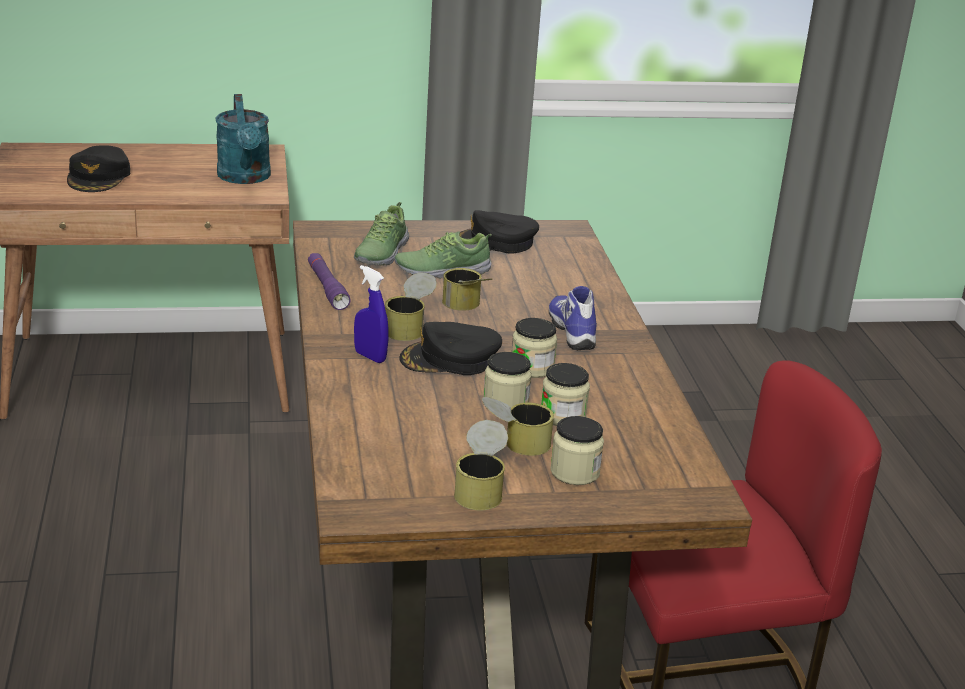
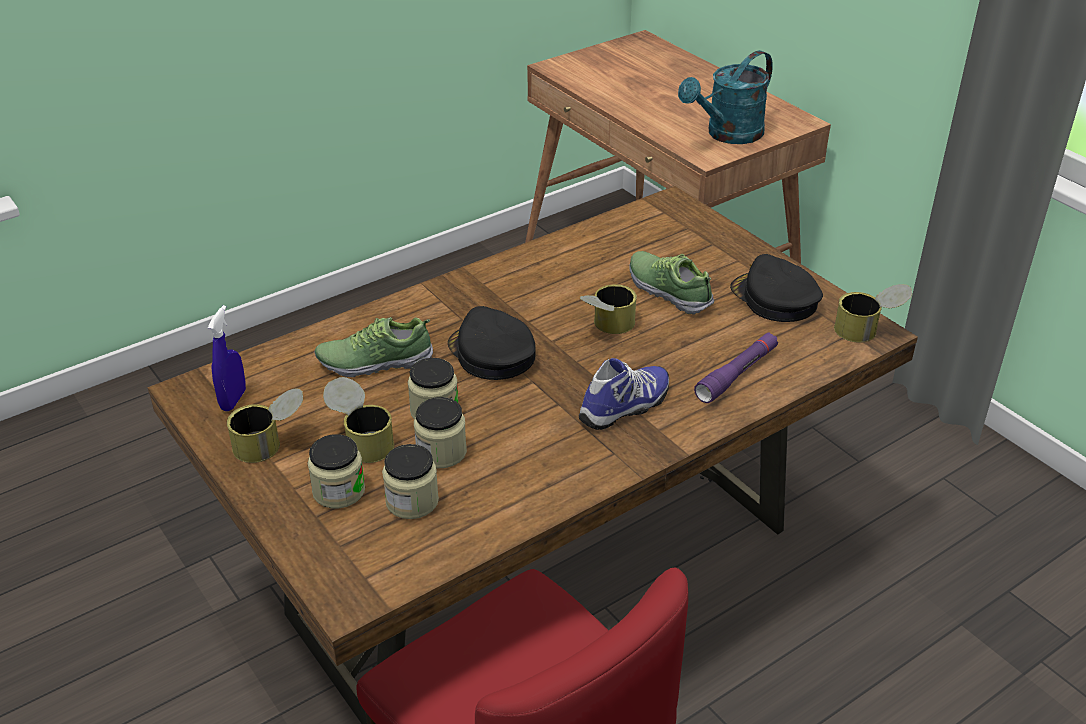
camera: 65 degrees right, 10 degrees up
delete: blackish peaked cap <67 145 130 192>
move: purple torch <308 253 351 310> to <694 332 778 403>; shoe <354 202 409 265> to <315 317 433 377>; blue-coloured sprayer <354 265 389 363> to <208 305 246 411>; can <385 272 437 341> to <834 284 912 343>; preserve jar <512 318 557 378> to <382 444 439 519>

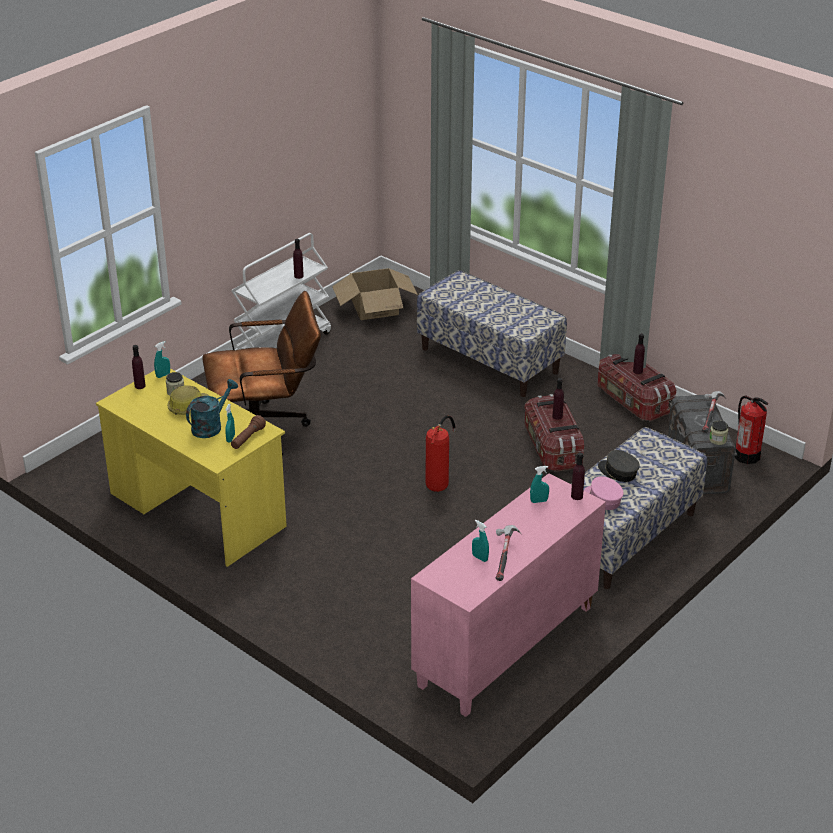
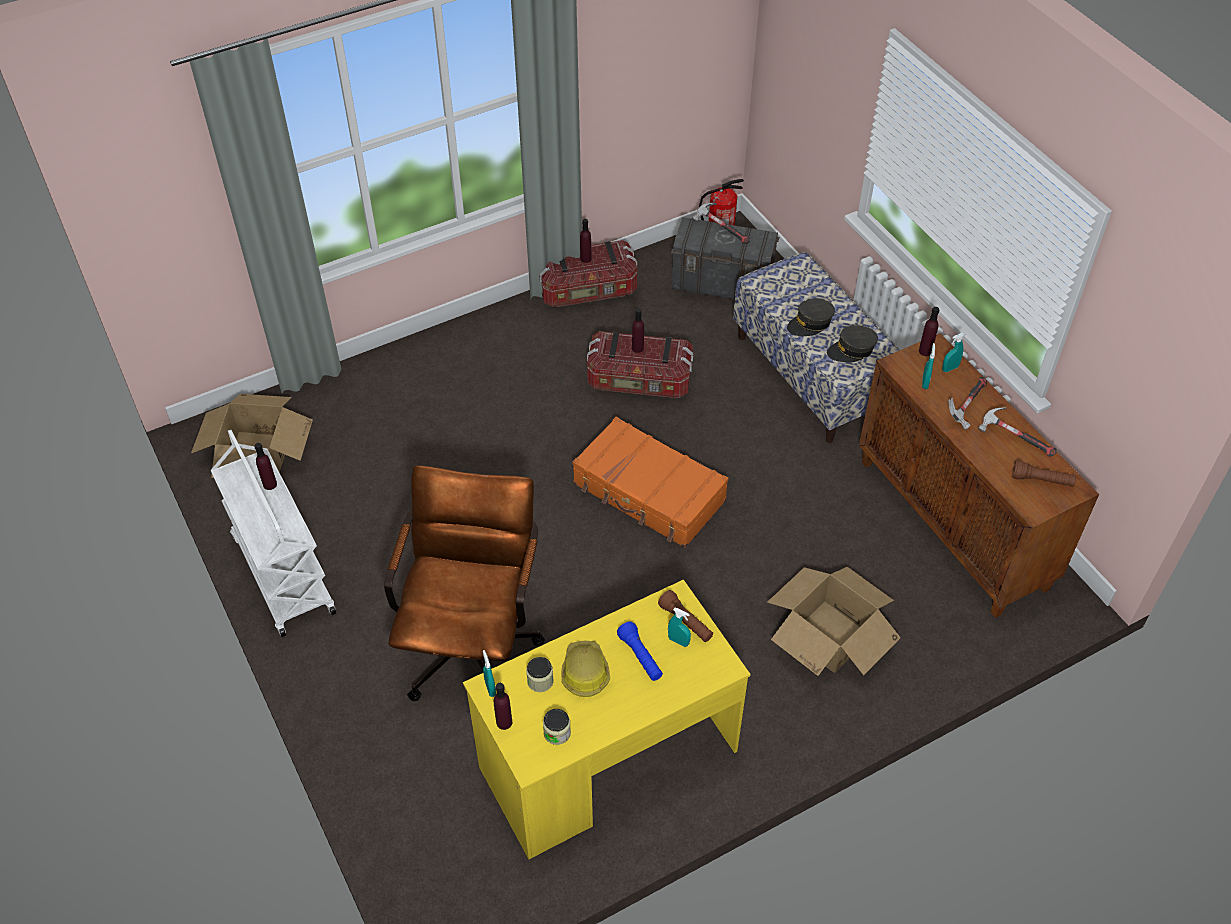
camera: 70 degrees left, 15 degrees up
delete: bench <417 270 567 397>
insert: cardboard box <767 567 901 676>; hammer <948 377 987 430>; brown-coloured torch <1012 460 1076 487>
move: blue-green sprayer <472 520 489 562> to <942 333 965 372>; preserve jar <709 421 729 445> to <543 709 571 745>
replace: blue-green watering can <186 379 238 438> to blue-coloured torch <617 622 663 681>; fire-fighting cylinder <426 415 456 492> to orange travel case <572 417 728 548>
recolor: pink cabinet <411 473 606 717> to brown-coloured cabinet <859 333 1099 618>; pink peaked cap <584 476 624 510> to gray peaked cap <827 326 878 362>

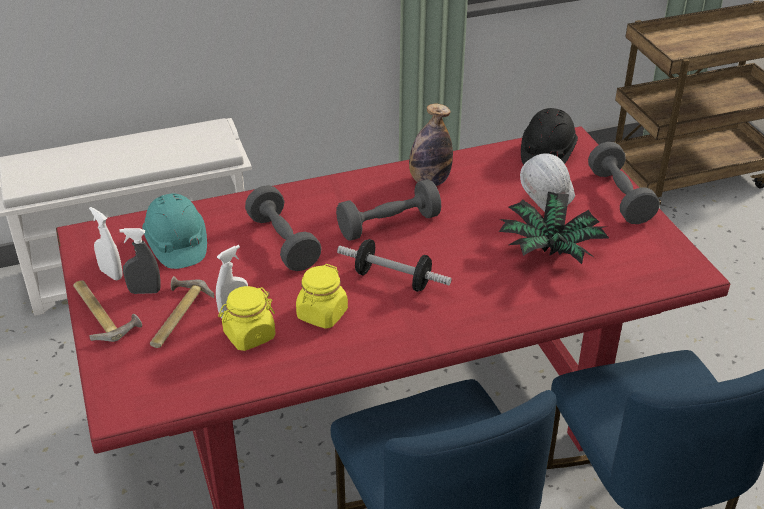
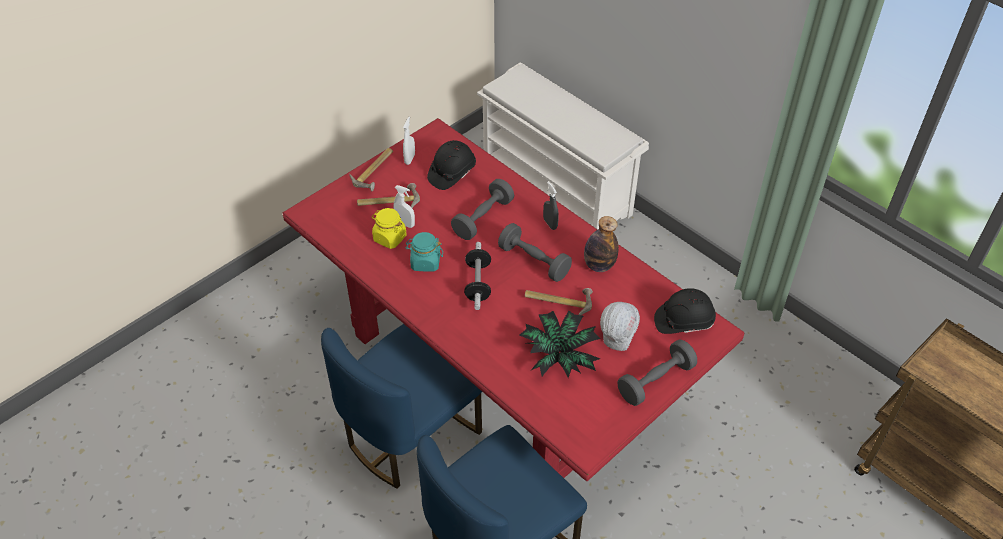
camera: 65 degrees right, 10 degrees up
insert: hammer <525 288 593 315>
move: gray sprayer <119 228 161 294> to <543 181 559 230>
recolor: blue-green safety helmet <142 194 207 269> to blackish safety helmet <427 140 476 190>; yellow-coloured preserve jar <296 264 348 329> to blue-green preserve jar <406 232 443 272>

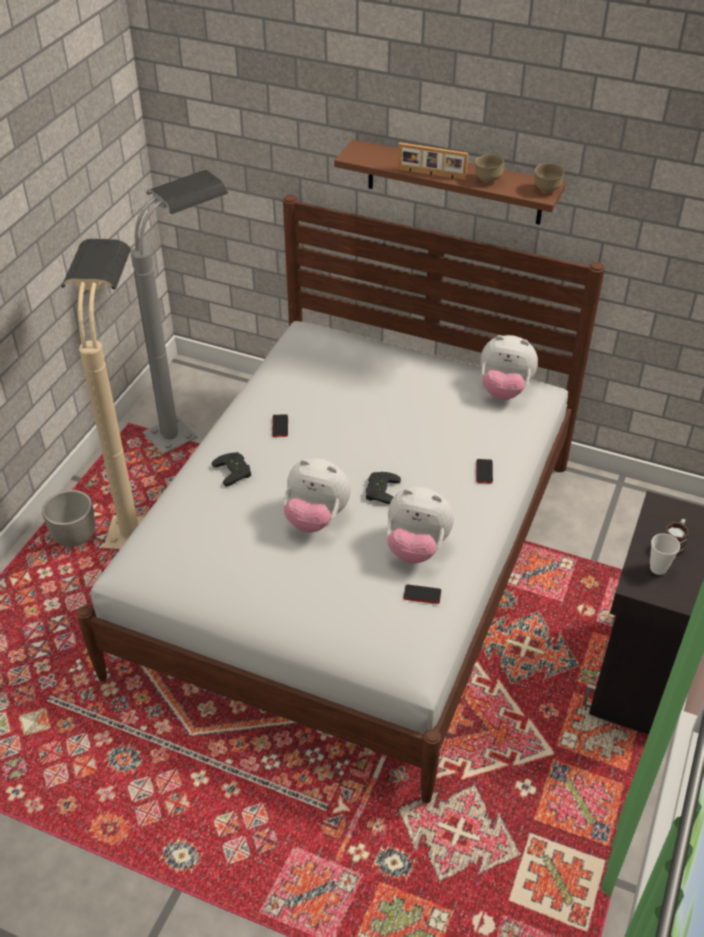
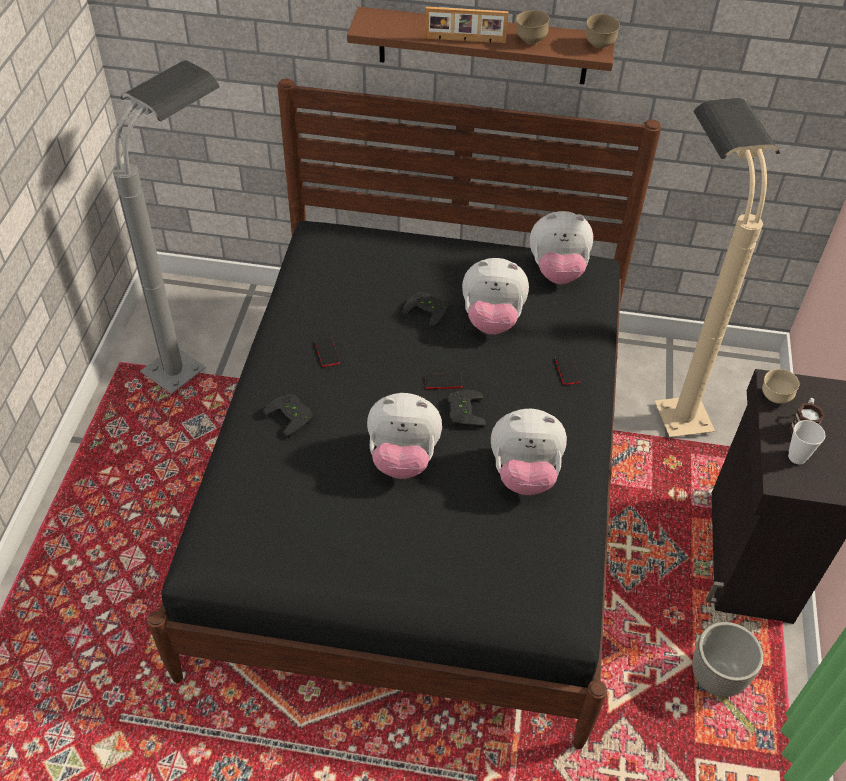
camera: 15 degrees left, 5 degrees up
insert: blackish game controller <402 292 448 328>; cuddly toy <462 258 529 335>; beige bowl <762 369 799 404>
move: flower pot <42 490 95 547> to <692 622 764 697>; beige standard lamp <62 238 144 549> to <654 98 780 438>; telephone <403 585 441 604> to <425 373 463 389>
recolor: whitish bedroom bed <77 195 605 803> to blackish bedroom bed <147 79 661 749>

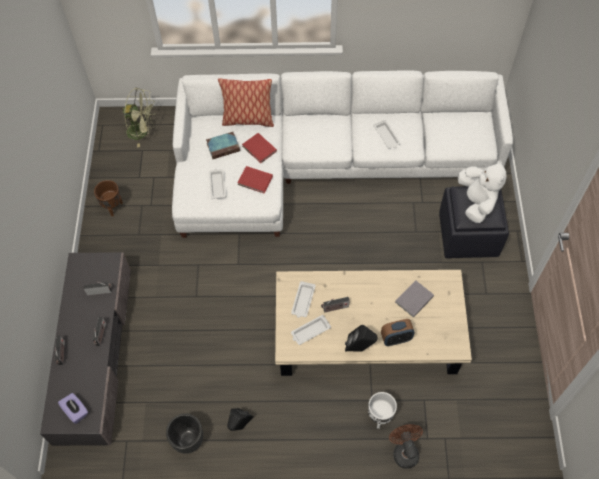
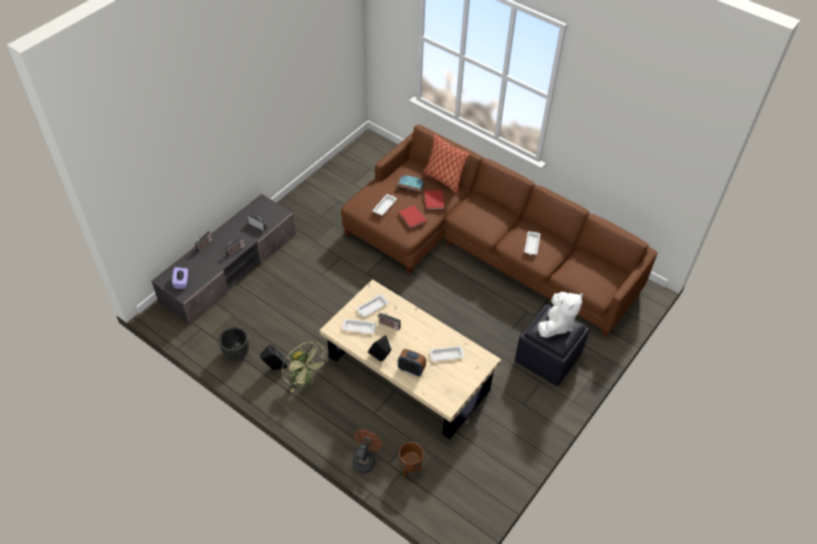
camera: 35 degrees right, 10 degrees down
delete: whitish flower pot <368 392 397 429>
move: brown-coloured flower pot <94 180 123 216> to <399 442 424 478>; green electric fan <122 88 156 148> to <282 341 327 392>
replace: gray volume <395 280 434 318> to whitish tray <430 346 464 361>
recolor: whitish settee <172 70 513 238> to brown-coloured settee <341 125 658 337>

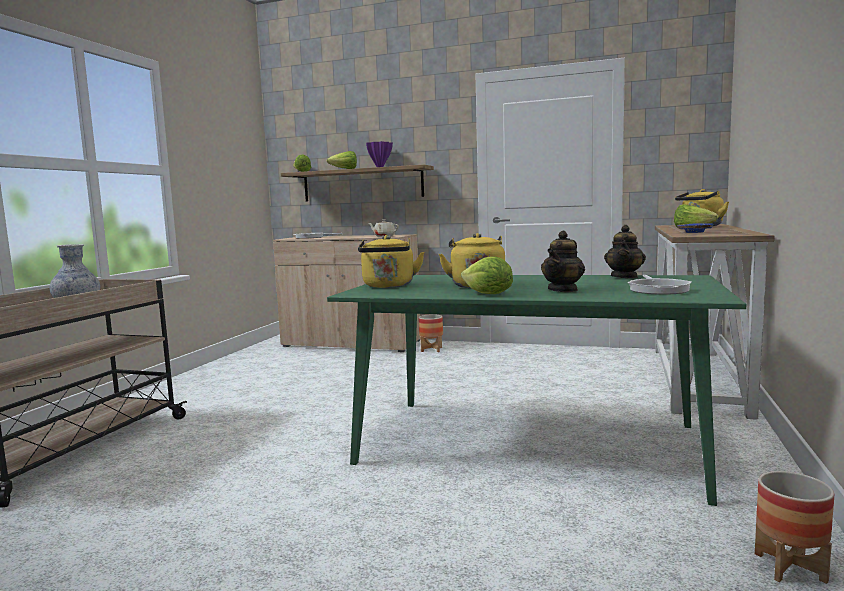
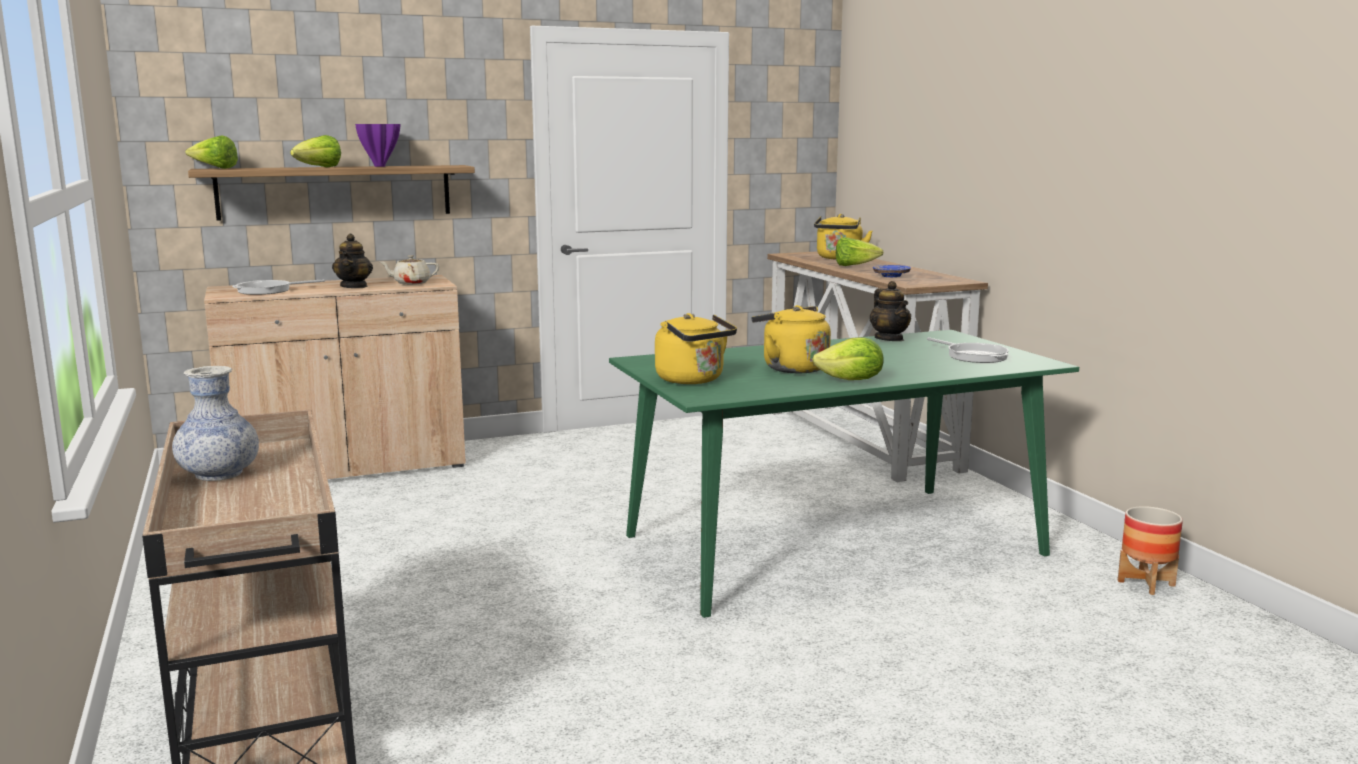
camera: 40 degrees left, 5 degrees up
delete: flower pot <418 314 443 352>
move: pot for tea <541 231 585 292> to <332 234 373 288>

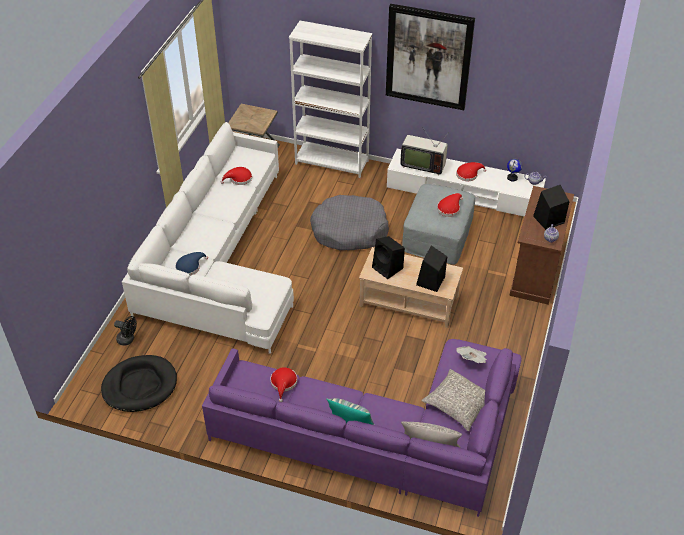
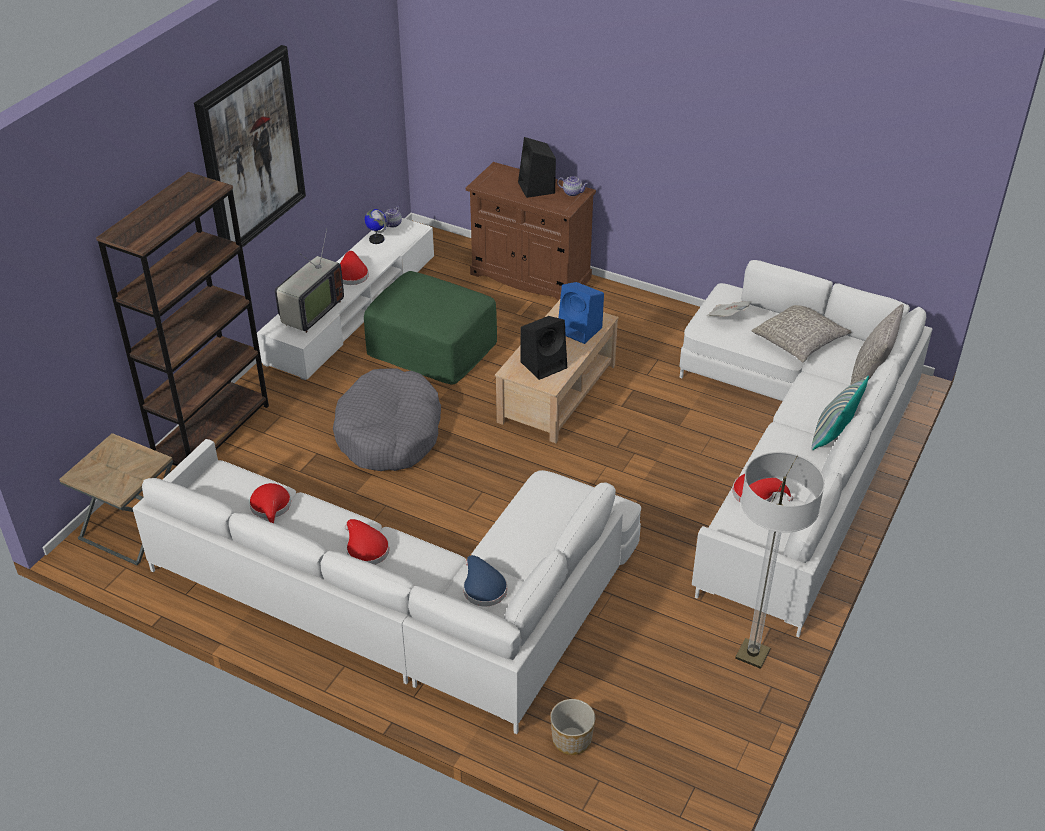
camera: 80 degrees left, 5 degrees down
delete: blackish pet bed <101 355 177 412>
insert: standard lamp <735 452 825 669>
move: red hat <437 193 463 217> to <345 519 389 565>
replace: blackish electric fan <114 316 137 345> to flower pot <550 699 595 755>
recolor: purple settee <202 339 521 517> to whitish settee <680 260 933 637>; whitish shelving unit <289 21 372 178> to brown-coloured shelving unit <96 172 269 466>; gray pouffe <402 184 475 265> to green pouffe <364 271 497 385>; blackish audio speaker <416 245 447 292> to blue-coloured audio speaker <559 282 604 344>

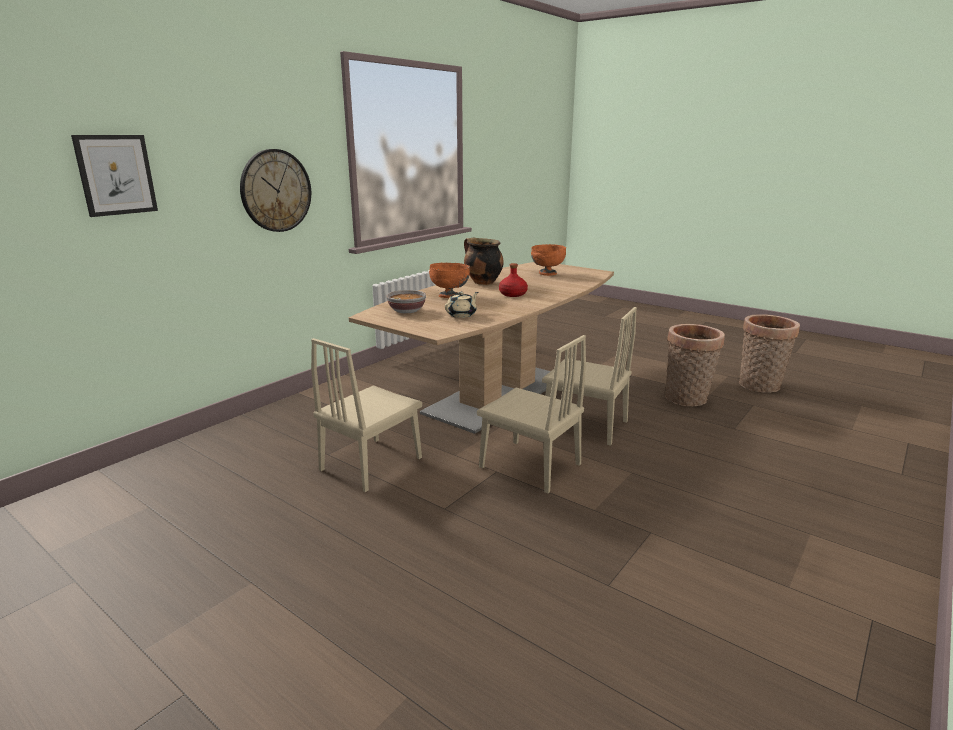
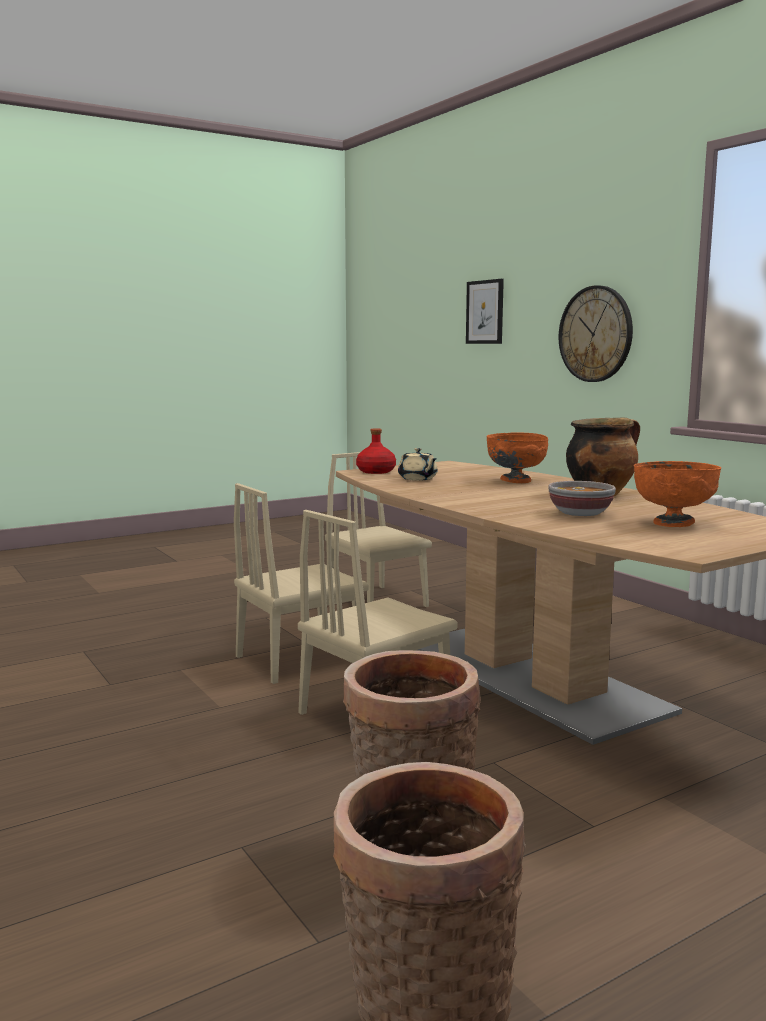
camera: 110 degrees right, 10 degrees down
move: bowl <387 290 426 313> to <548 481 616 516>; red drink bottle <499 263 528 297> to <356 428 396 474>

